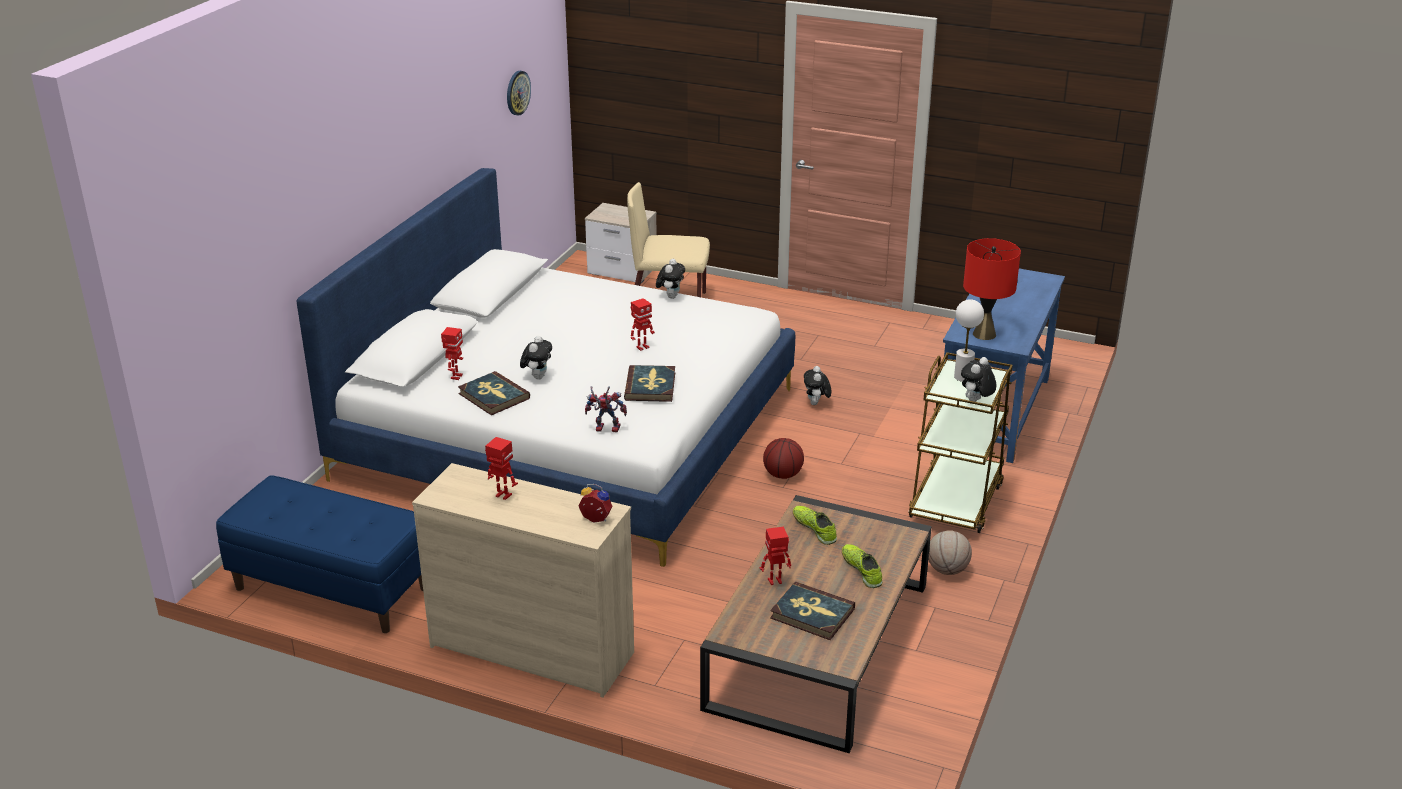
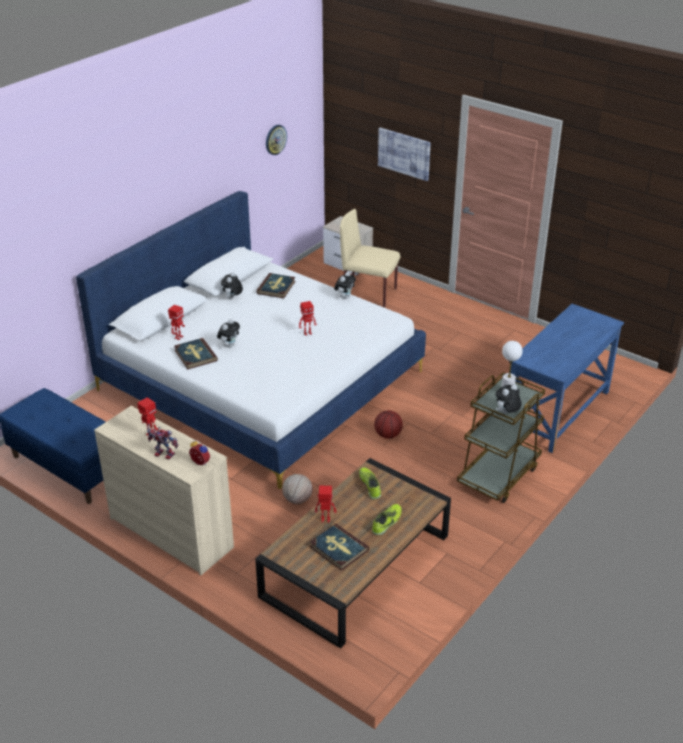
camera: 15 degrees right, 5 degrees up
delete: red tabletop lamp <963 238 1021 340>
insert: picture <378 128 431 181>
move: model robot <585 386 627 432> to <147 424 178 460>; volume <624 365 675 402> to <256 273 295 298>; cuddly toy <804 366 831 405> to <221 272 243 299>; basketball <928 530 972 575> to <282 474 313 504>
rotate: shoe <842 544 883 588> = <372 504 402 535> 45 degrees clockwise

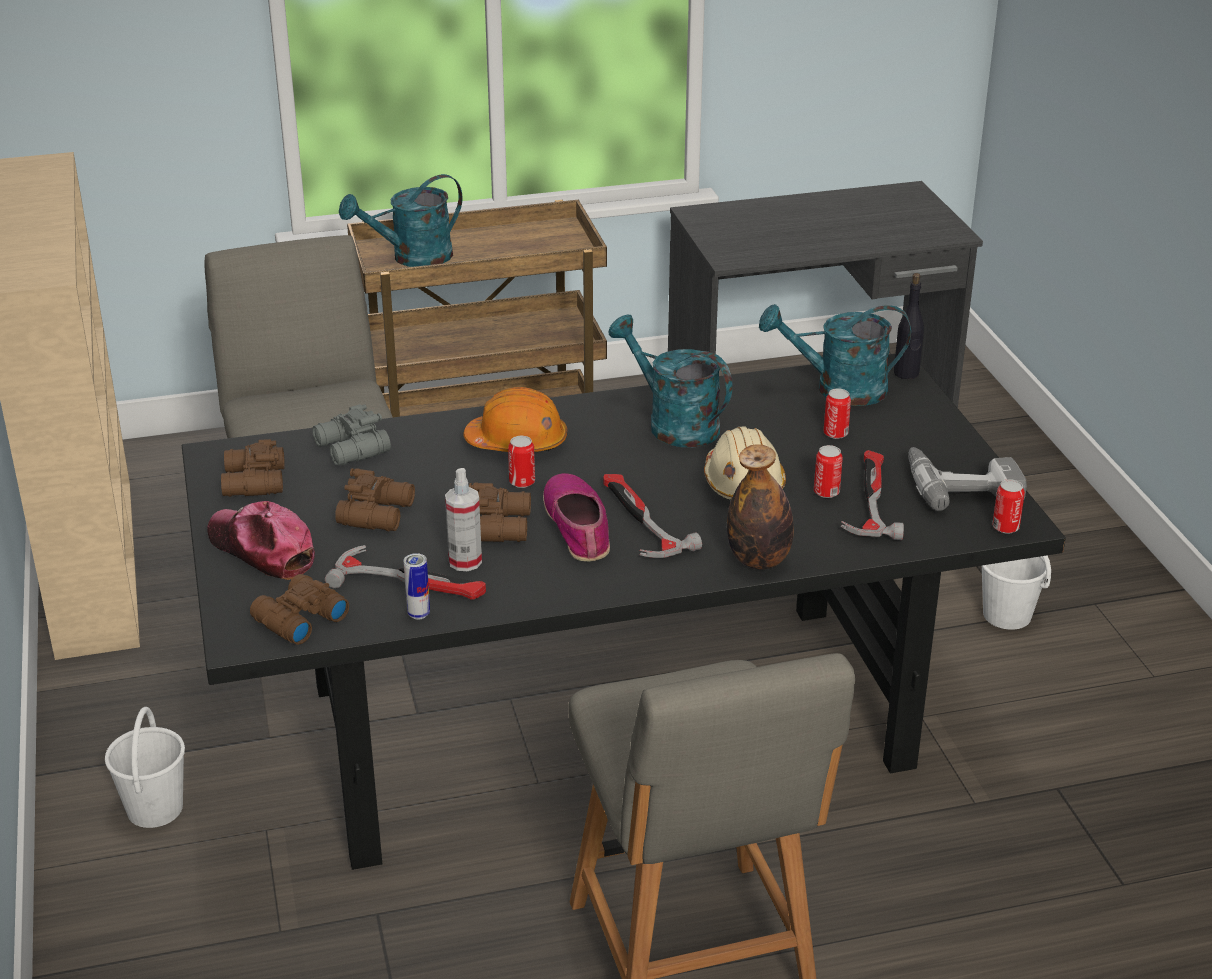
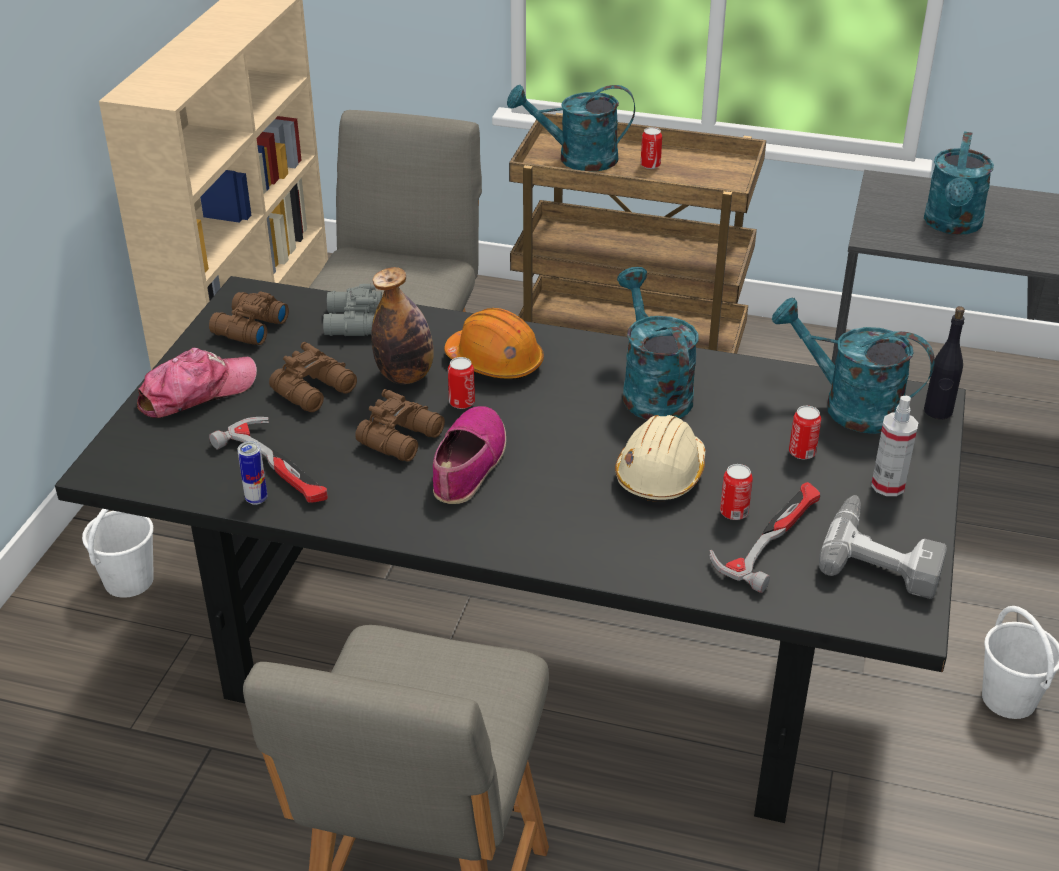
camera: 30 degrees right, 5 degrees up
delete: brown-coloured pair of binoculars <250 574 349 645>; hammer <603 474 702 558>
insert: blue-green watering can <924 132 994 235>
move: sprayer <445 468 482 571> to <871 396 918 496>; drink bottle <727 444 794 570> to <371 267 434 384>; can <992 479 1025 534> to <641 127 662 169>
rotate: peaked cap <207 501 315 580> = <137 348 257 418> 75 degrees clockwise

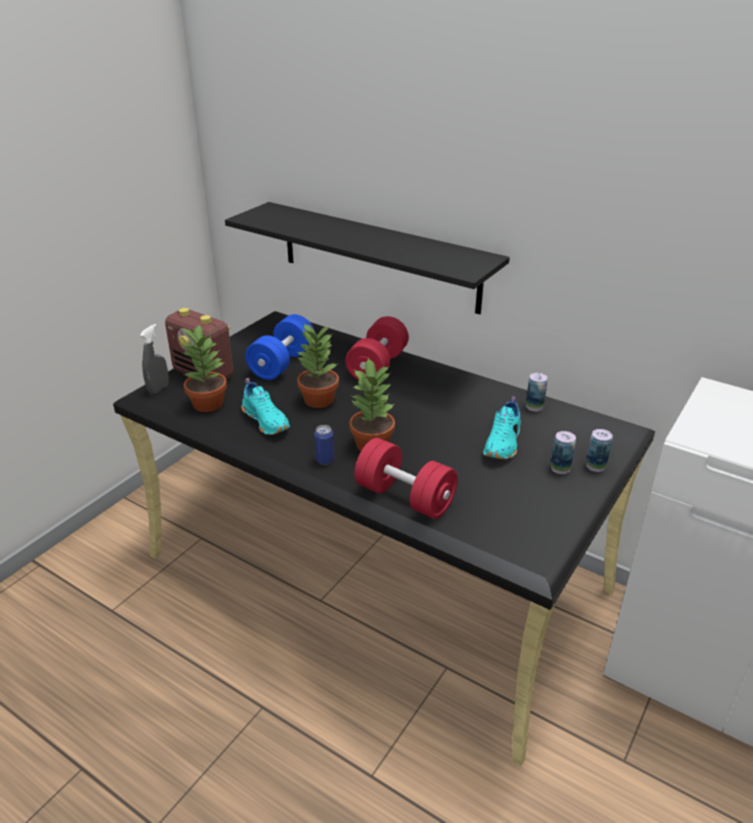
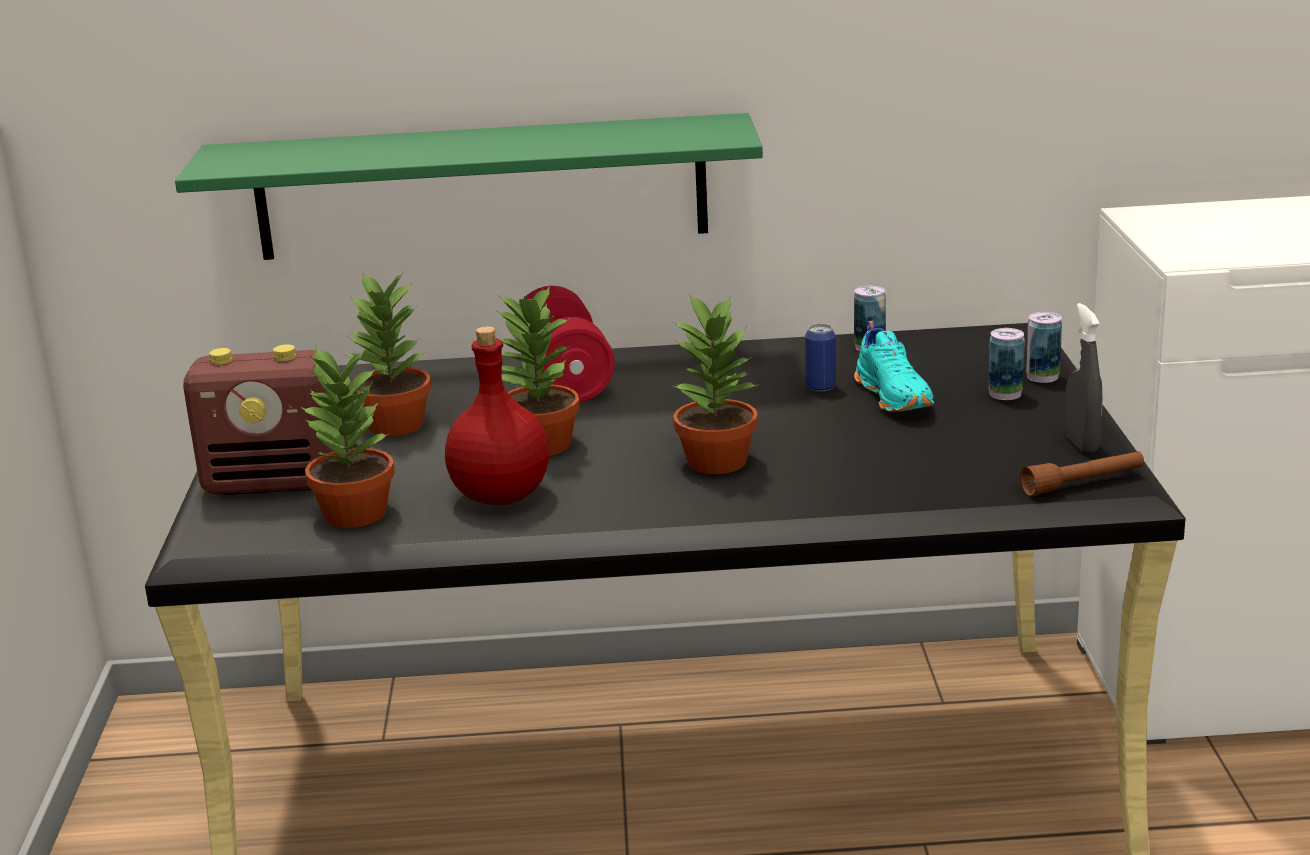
camera: 35 degrees left, 10 degrees down
delete: red free weight <354 438 458 519>
insert: brown-coloured torch <1020 451 1144 496>
move: gray sprayer <140 324 169 395> to <1065 303 1103 453>; can <314 425 334 465> to <805 323 836 391>
replace: blue-green shoe <242 378 290 435> to red drink bottle <445 326 549 505>; blue-coloured free weight <245 314 315 380> to plant in a pot <345 272 431 437>
recolor: blackish wall shelf <225 202 510 314> to green wall shelf <175 113 763 260>

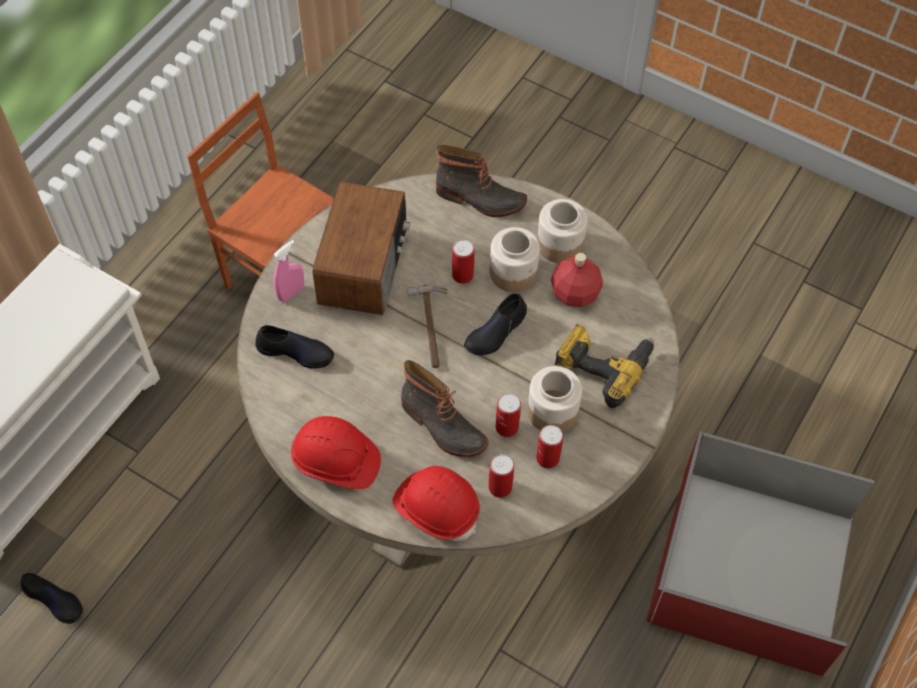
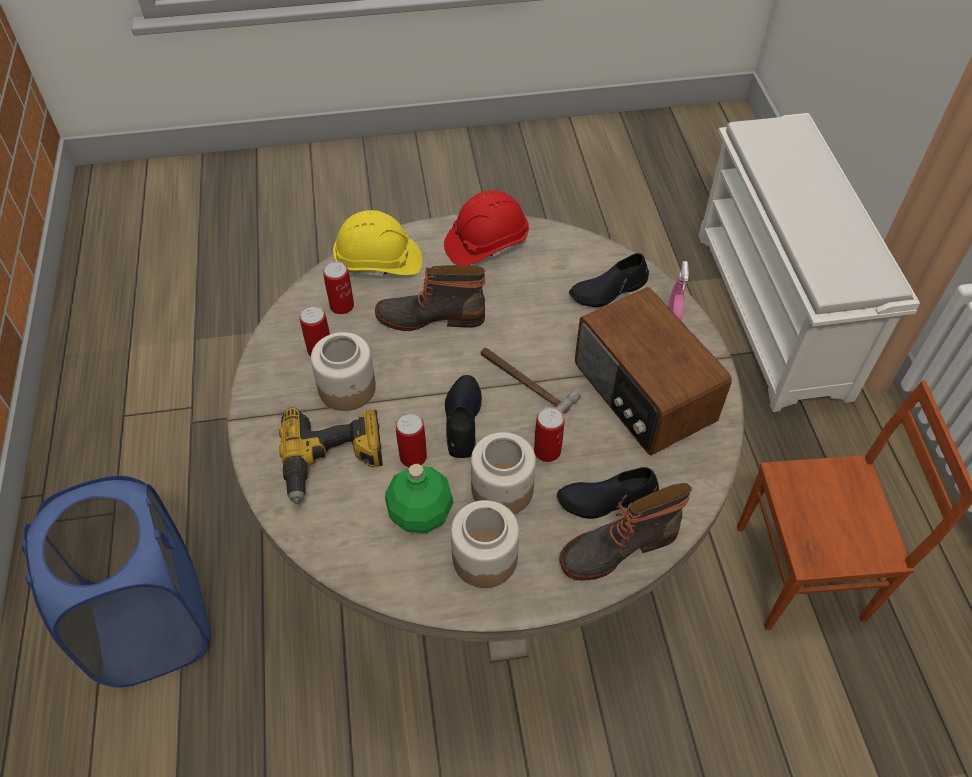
camera: 140 degrees right, 5 degrees down
move: blackish shoe <21 573 83 624> to <557 467 659 519>; can <496 393 521 437> to <396 413 427 467>
replace: red storage box <646 430 874 676> to blue-coloured hamper <22 476 212 688>
recolor: red safety helmet <392 466 480 541> to yellow-coloured safety helmet <333 210 422 276>; red drink bottle <551 253 603 307> to green drink bottle <385 464 454 533>

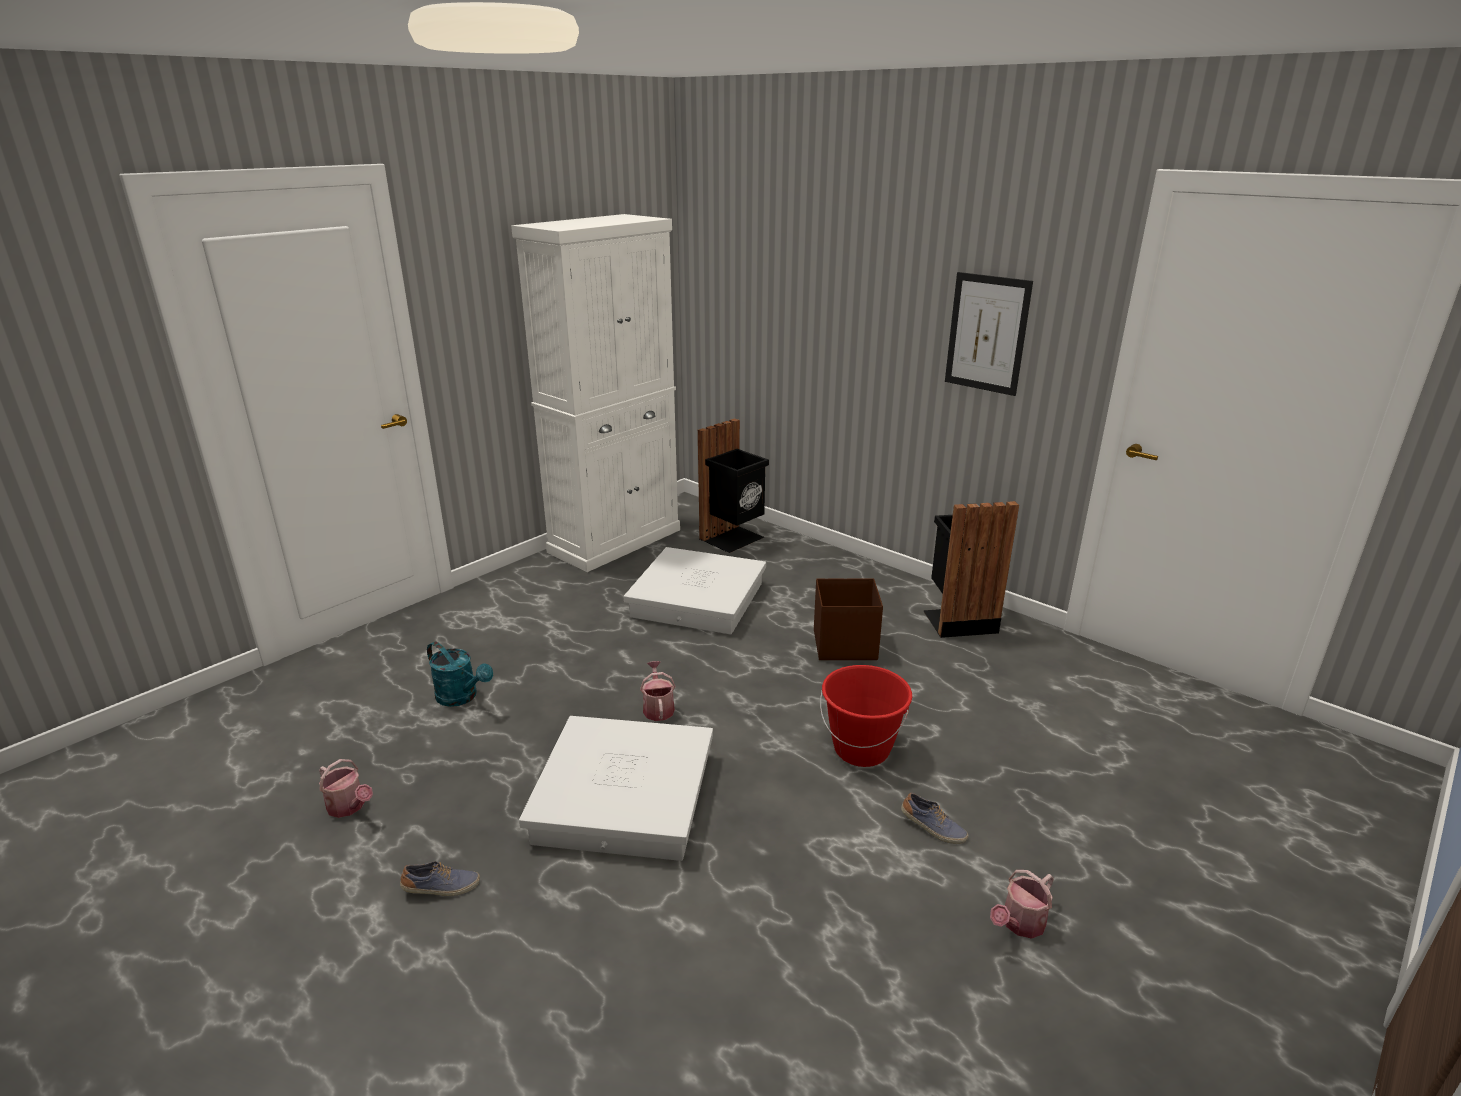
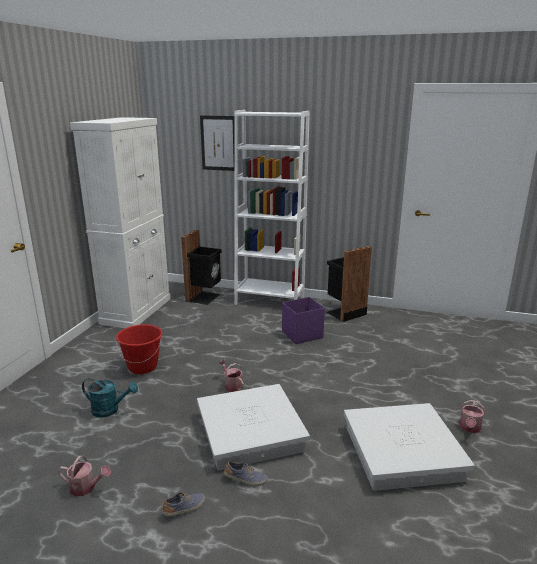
camera: 25 degrees left, 5 degrees down
insert: whitish shelving unit <234 110 310 305>
move: whitish storage box <624 547 766 634> to <344 403 475 491>; red water bucket <820 665 912 767> to <116 324 162 374>; shoe <901 793 968 844> to <224 461 268 486>; picture <945 272 1033 396> to <200 115 234 171>
recolor: brown-coloured storage box <814 578 883 660> to purple storage box <282 297 325 344>

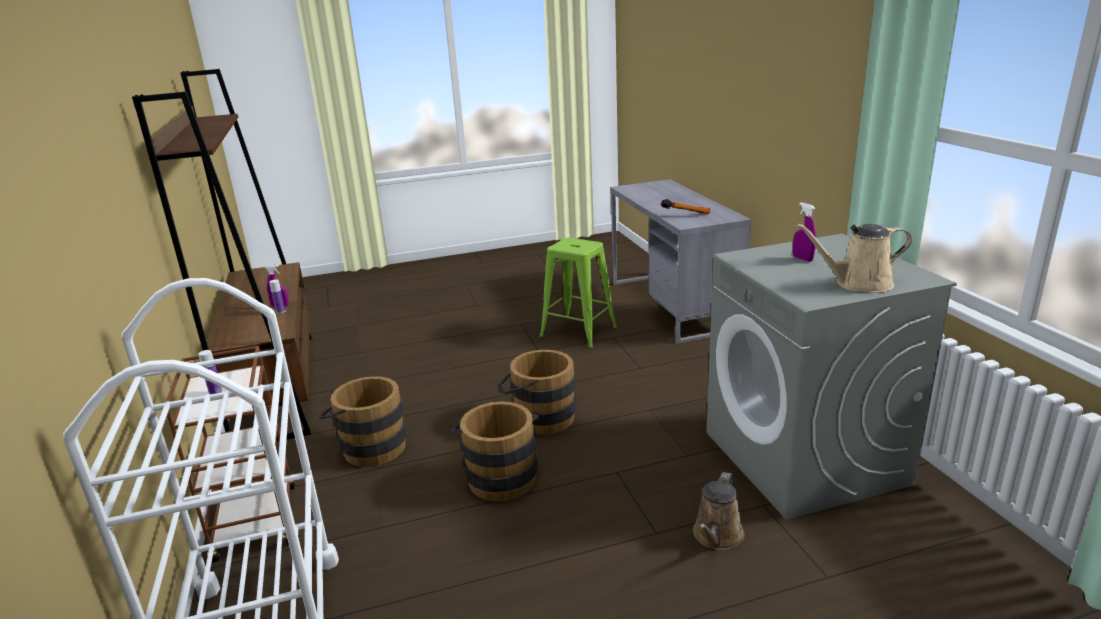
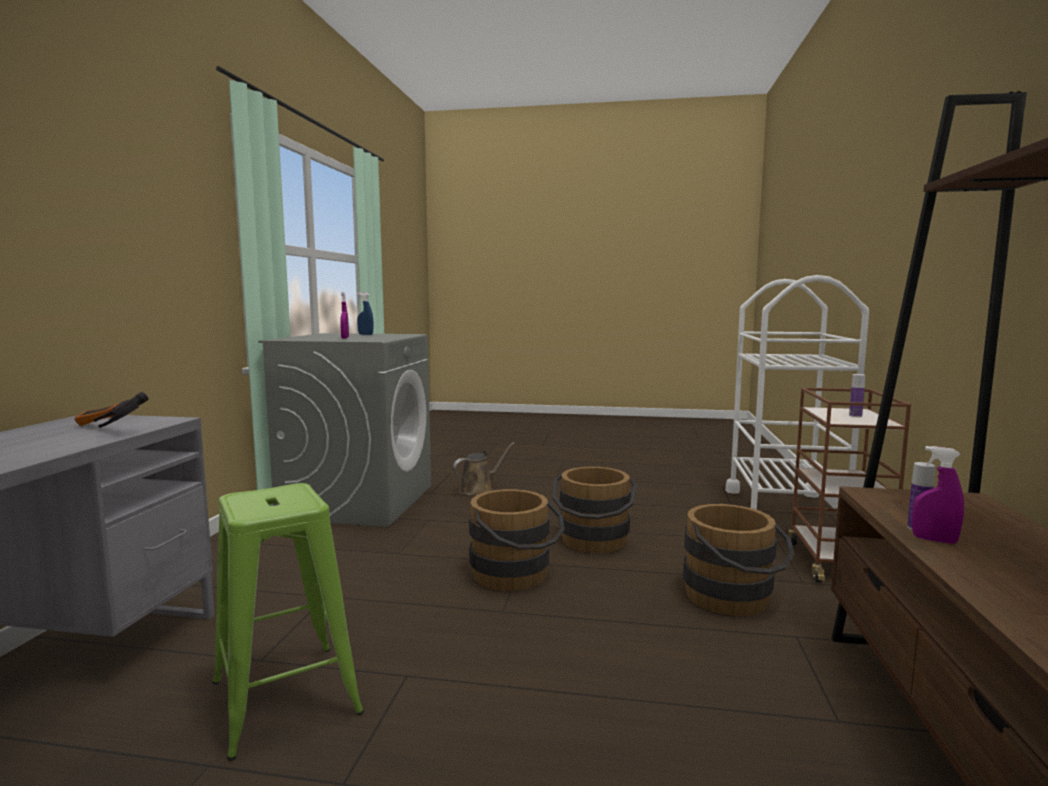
camera: 155 degrees left, 15 degrees down
replace: beige watering can <796 223 912 293> to blue-coloured sprayer <357 293 374 335>

